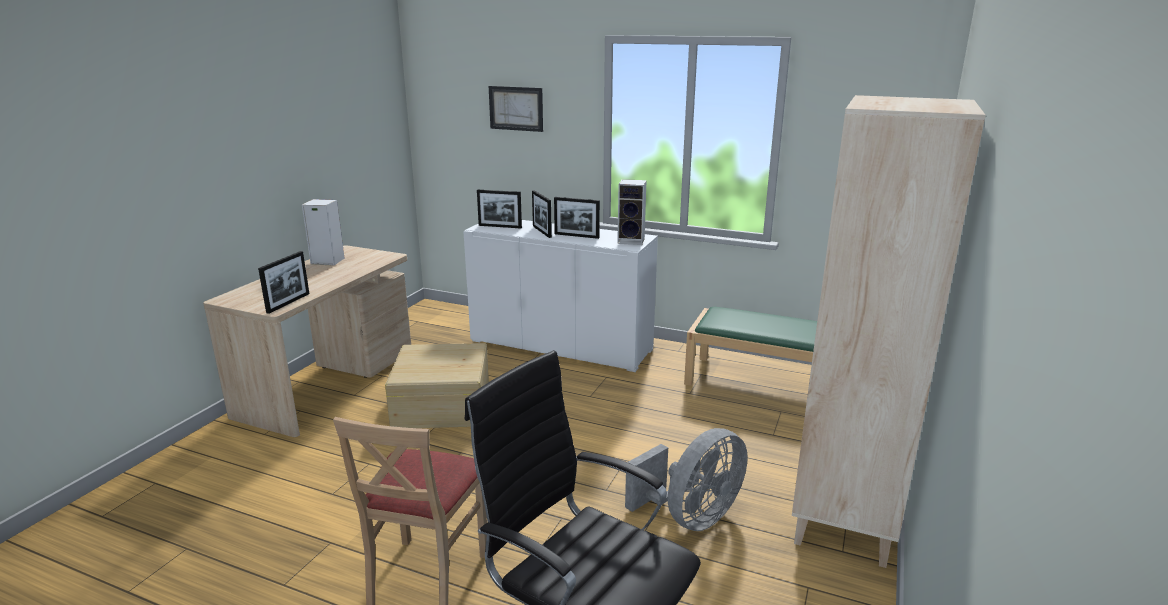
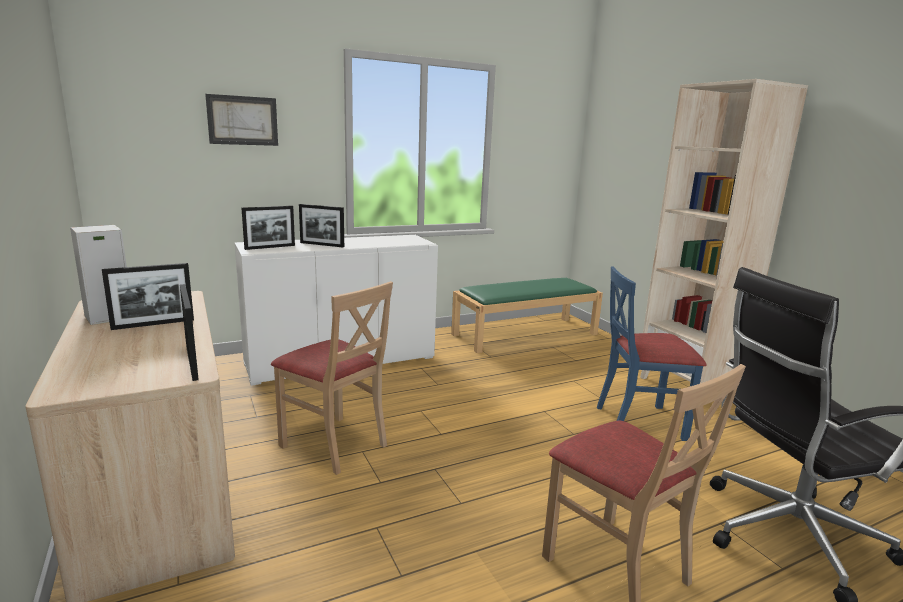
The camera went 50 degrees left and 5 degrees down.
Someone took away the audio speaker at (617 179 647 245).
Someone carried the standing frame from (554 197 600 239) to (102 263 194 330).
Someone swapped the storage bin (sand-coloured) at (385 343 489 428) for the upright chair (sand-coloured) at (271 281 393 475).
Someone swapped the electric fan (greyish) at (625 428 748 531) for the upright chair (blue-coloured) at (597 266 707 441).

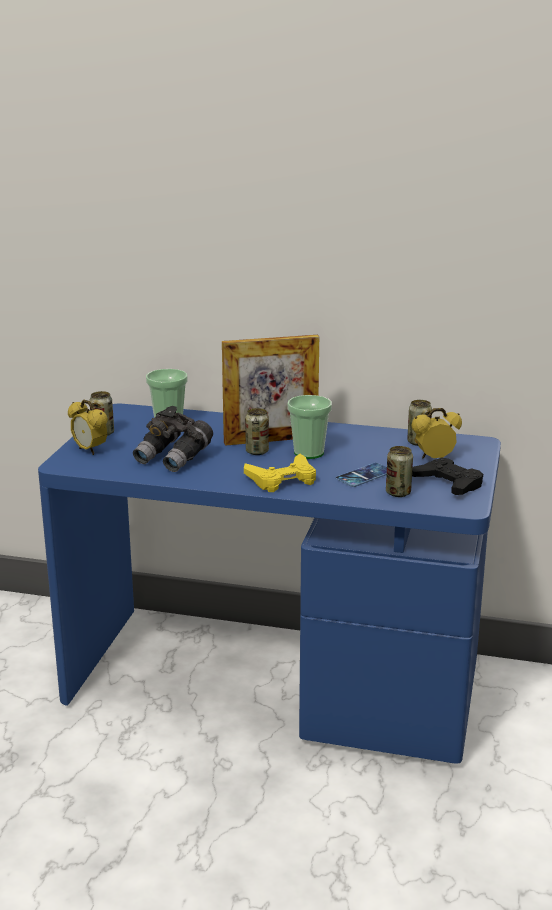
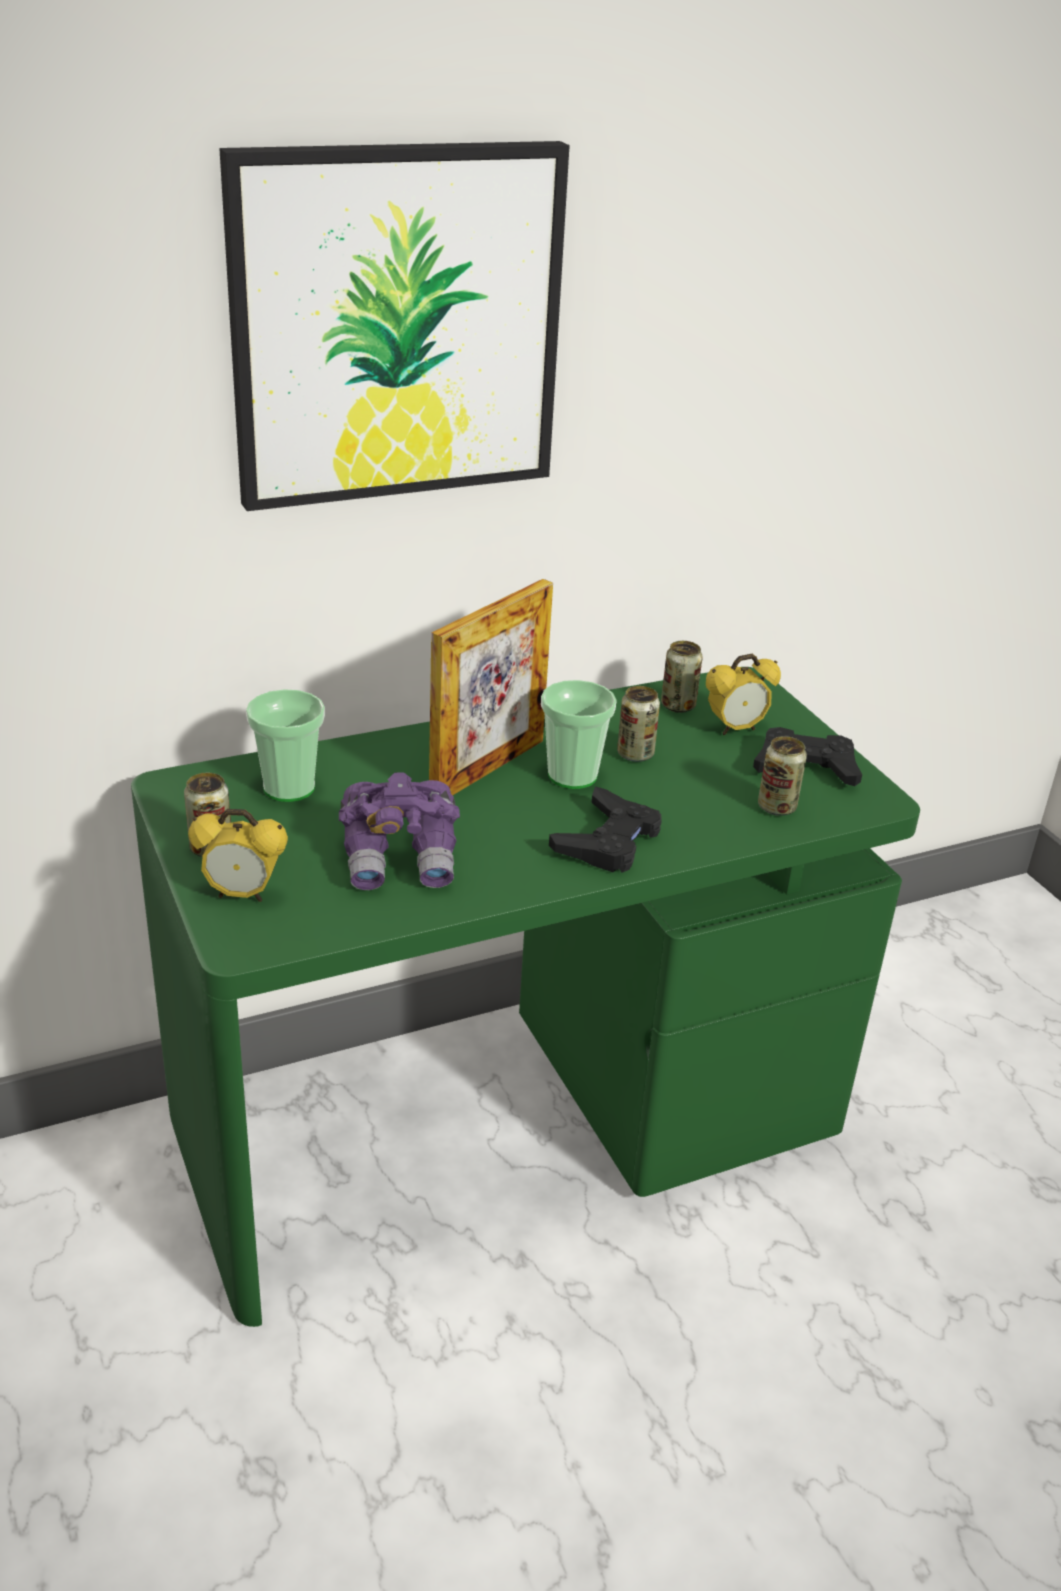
The camera went 40 degrees left and 10 degrees up.
Someone repainted the desk table (blue-coloured) at (38 403 501 764), which became the desk table (greenish) at (131 667 920 1327).
Someone repainted the field glasses (greyish) at (133 406 213 472), which became the field glasses (purplish) at (339 772 460 890).
Someone carried the sealed can from (245 408 269 455) to (617 686 660 762).
Someone rotated the alarm clock at (412 408 462 459) by 150 degrees counterclockwise.
Someone repainted the game controller (yellow) at (244 454 316 492), which became the game controller (blackish) at (549 786 662 873).
Someone took away the handset at (336 463 387 487).
Someone put up the wall art at (219 141 570 511).

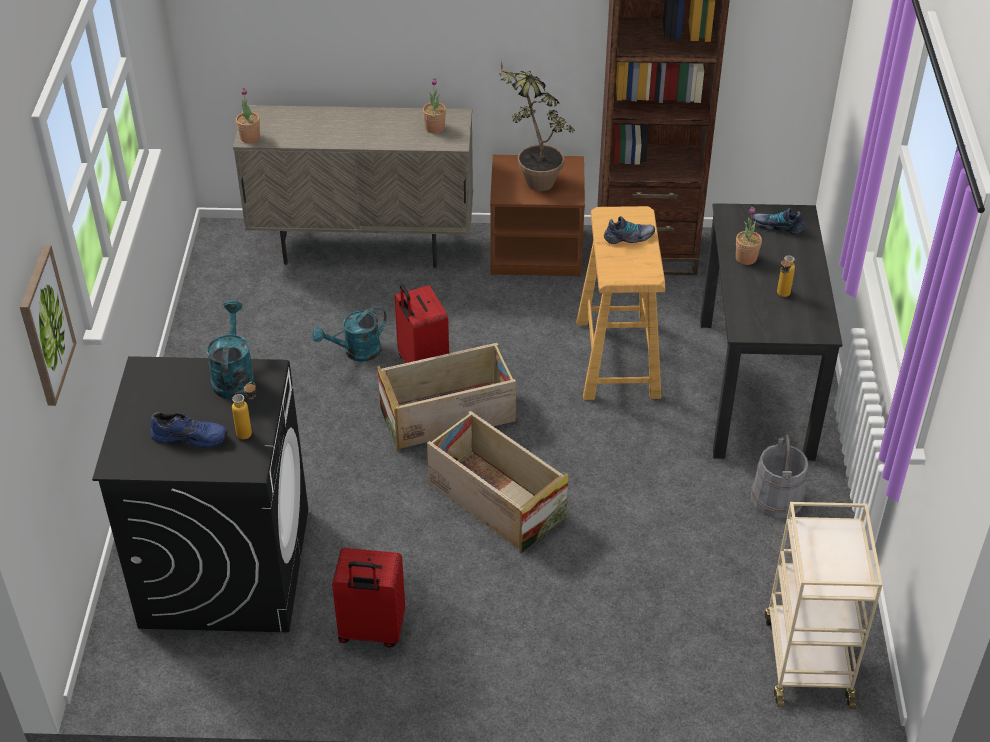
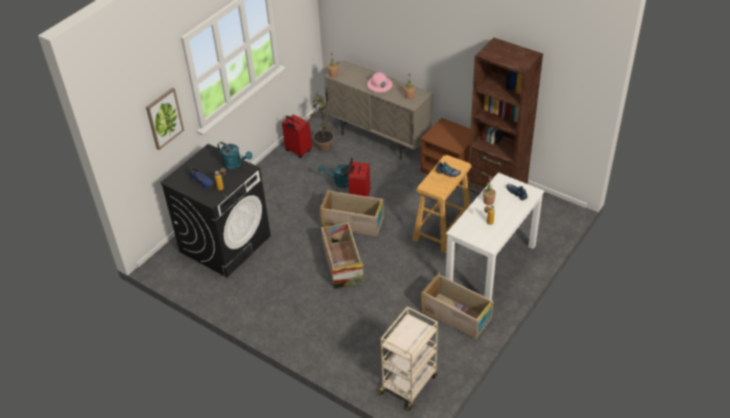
The camera went 35 degrees right and 0 degrees up.
Someone carried the plant in a pot from (499 60 575 191) to (310 89 334 151).
Someone repainted the desk table (blackish) at (700 203 843 461), which became the desk table (whitish) at (446 172 544 300).
Someone rotated the watering pot (turquoise-coloured) at (207 300 254 399) by 90 degrees clockwise.
Someone swapped the bucket (greyish) at (751 435 808 518) for the shipping crate at (421 273 493 339).
Someone carried the piece of luggage (red) from (332 548 405 648) to (282 114 312 158).
Someone put down the hard hat (pink) at (367 72 392 92).

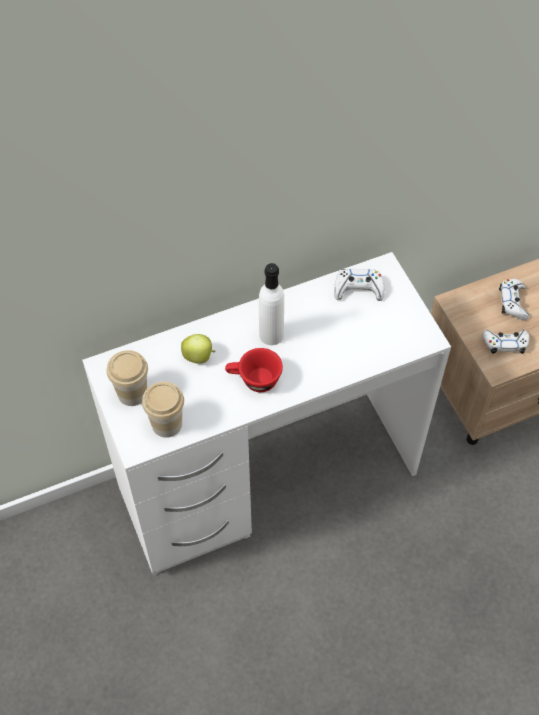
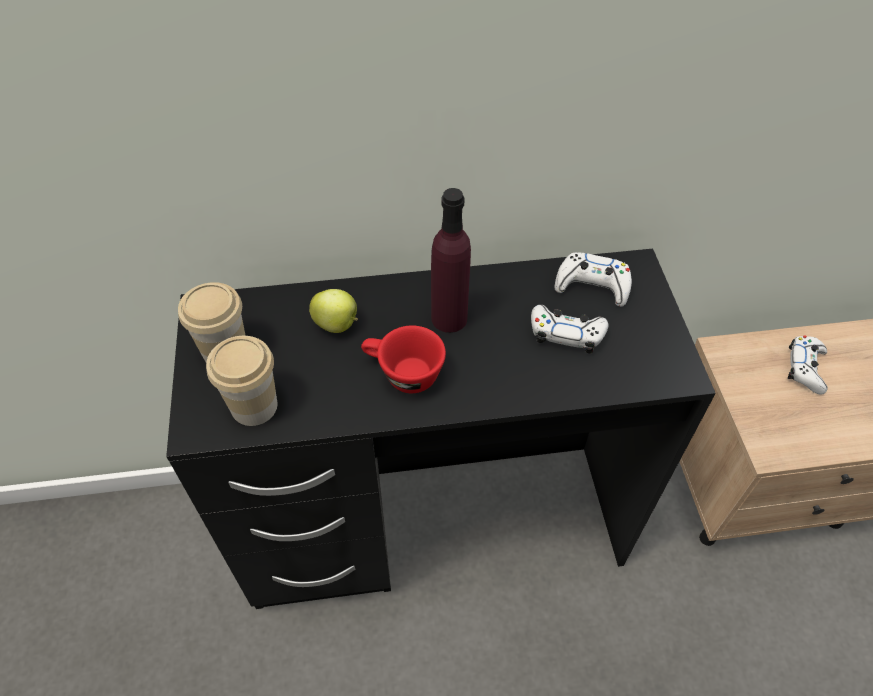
The camera went 15 degrees right and 5 degrees down.
Someone repainted the desk table (whitish) at (82 252 451 575), which became the desk table (blackish) at (166 249 716 609).
Someone repainted the drink bottle (whitish) at (259 263 284 345), which became the drink bottle (purplish) at (431 188 471 333).
Someone carried the game controller (whitish) from (482 330 529 354) to (531 305 609 354).

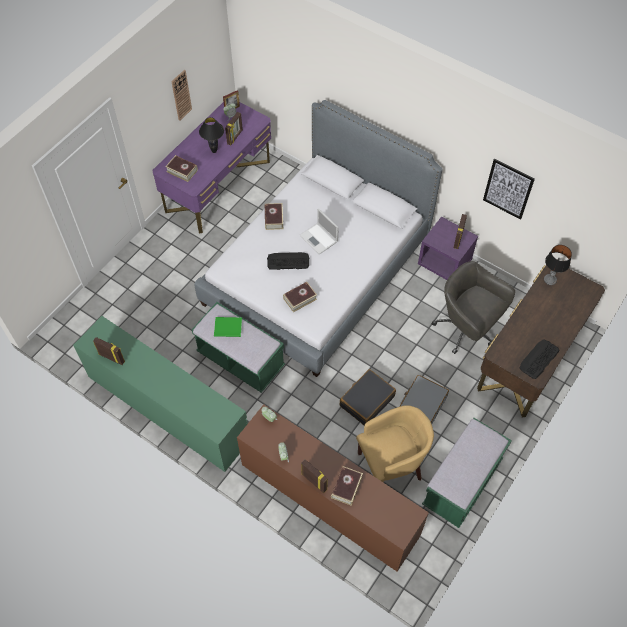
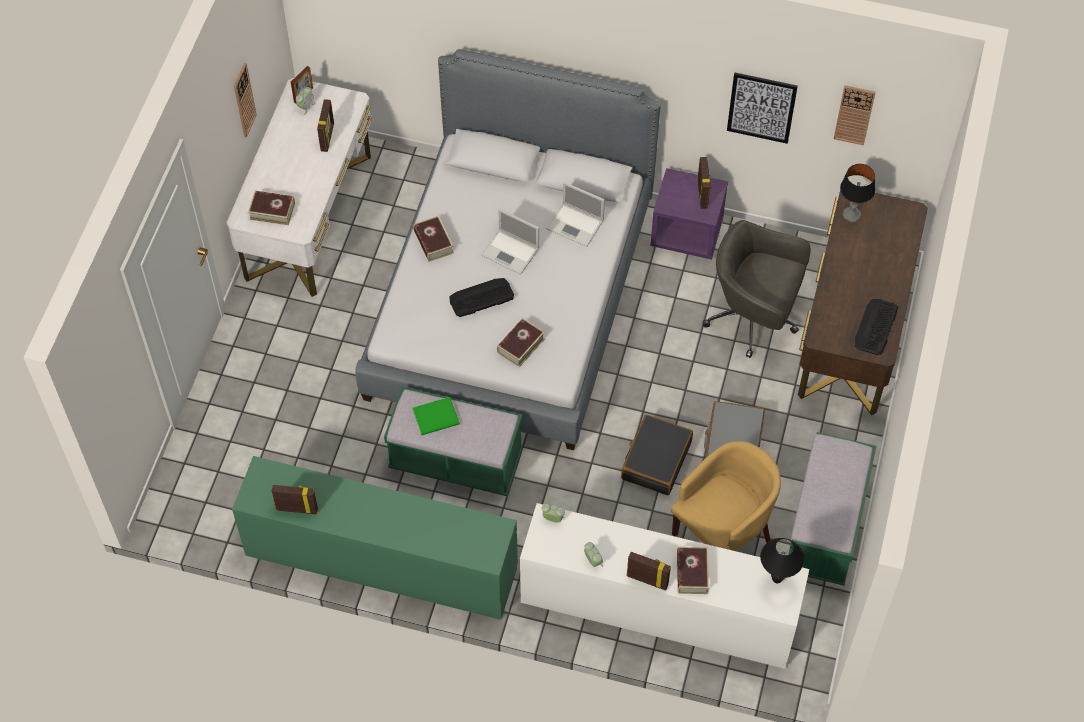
The camera went 20 degrees left and 0 degrees up.
Someone repainted the desk table (purplish) at (152 102 271 233), which became the desk table (whitish) at (227 78 372 297).
Someone carried the table lamp (blackish) from (199 117 224 153) to (760 538 804 584).
Someone repainted the drawer chest (brownish) at (237 404 429 572), which became the drawer chest (whitish) at (520 503 809 669).
Someone put up the wall clock at (834 85 876 145).
Someone put down the laptop at (547 182 605 247).

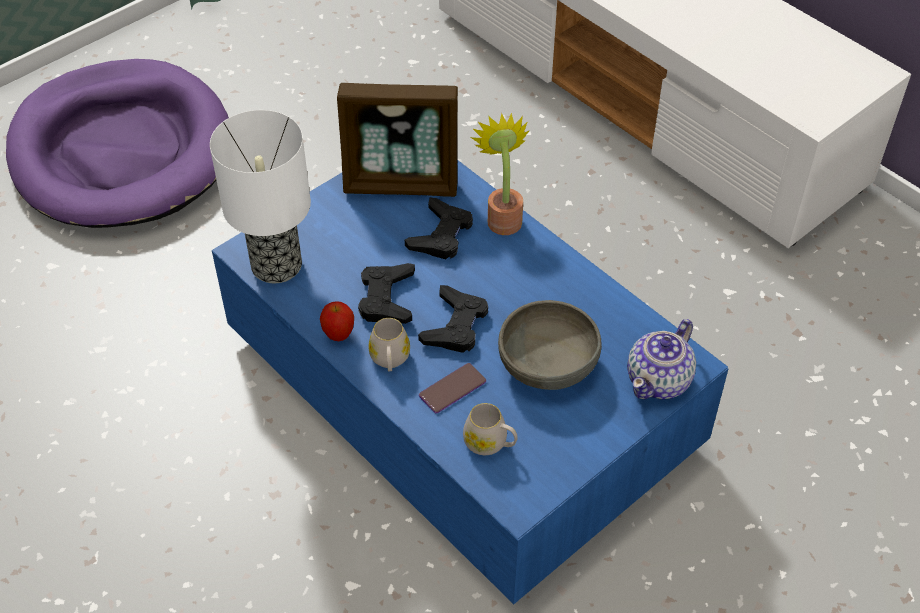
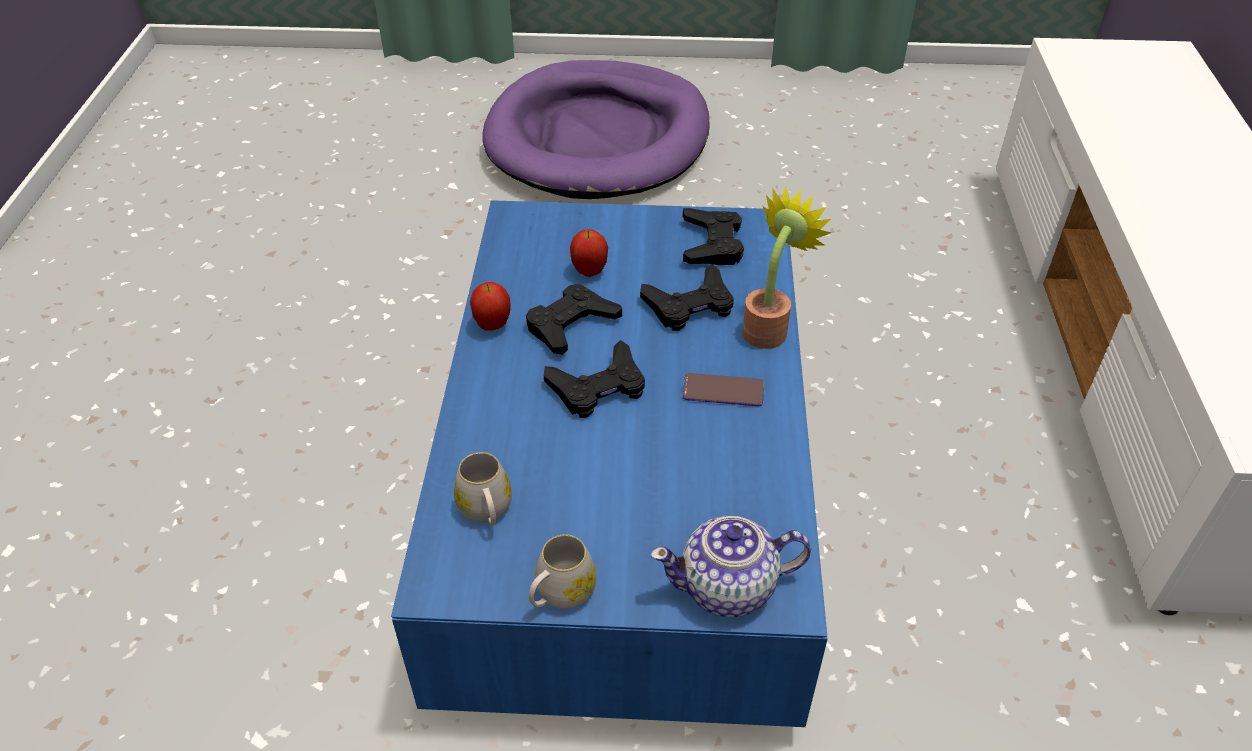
The camera went 45 degrees right and 5 degrees down.
Someone swapped the standing frame at (337 83 458 197) for the game controller (blackish) at (683 208 744 265).
Someone took away the table lamp at (210 110 311 283).
Someone took away the deep dish (greyish) at (498 300 602 390).
Someone carried the tea mug (whitish) from (368 318 410 371) to (529 534 597 609).
Someone carried the handset from (419 363 486 413) to (683 373 764 406).
Someone put down the whole apple at (570 229 608 277).

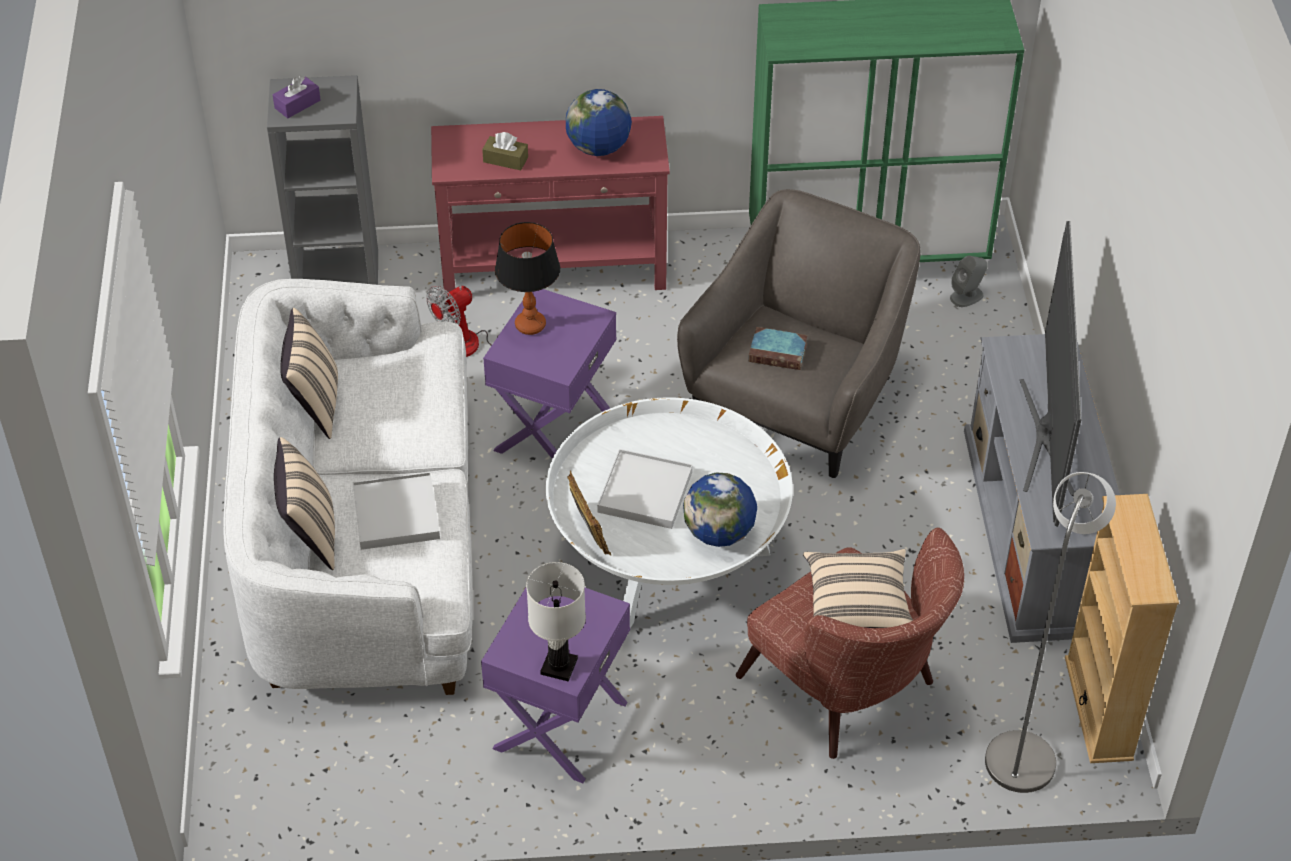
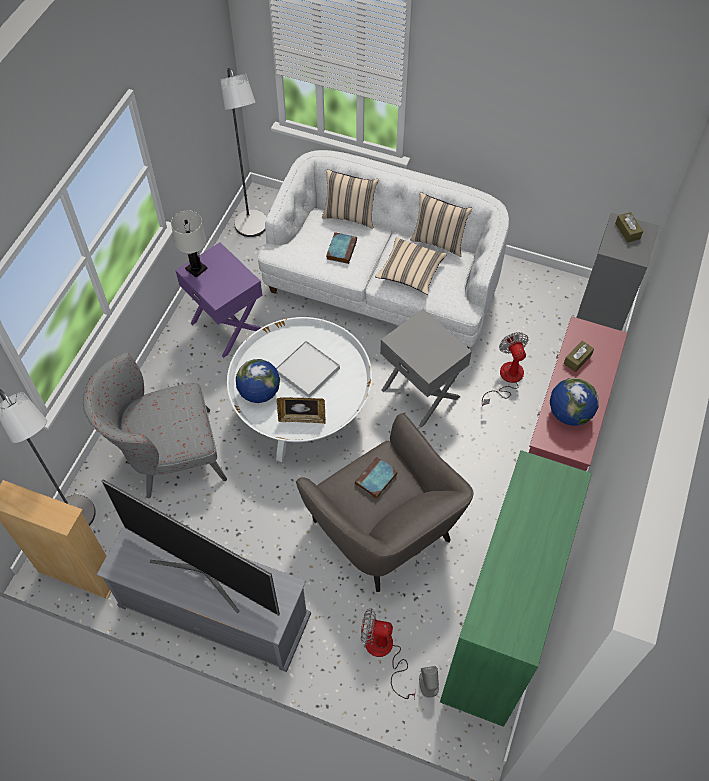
The camera went 115 degrees right and 10 degrees up.
Someone repainted the tissue box (purplish) at (273 76 321 118), which became the tissue box (brownish) at (615 212 643 243).
Someone took away the table lamp at (495 222 560 335).
Someone repainted the accent table (purplish) at (483 289 616 459), which became the accent table (greyish) at (380 309 472 428).
Someone carried the standing frame from (567 470 611 556) to (277 397 326 424).
Someone swapped the tray (whitish) at (353 472 440 550) for the book at (326 232 357 264).
Someone repainted the lounge chair (brownish) at (736 527 964 759), which became the lounge chair (greyish) at (83 352 227 498).
Someone carried the cushion (sand-coloured) from (803 549 913 628) to (375 238 447 295).
Someone put down the floor lamp (greyish) at (220 68 267 237).
Someone put down the electric fan at (361 608 416 699).

